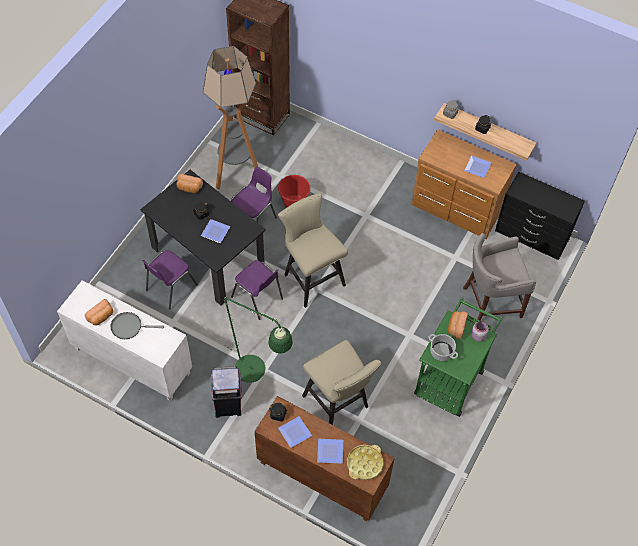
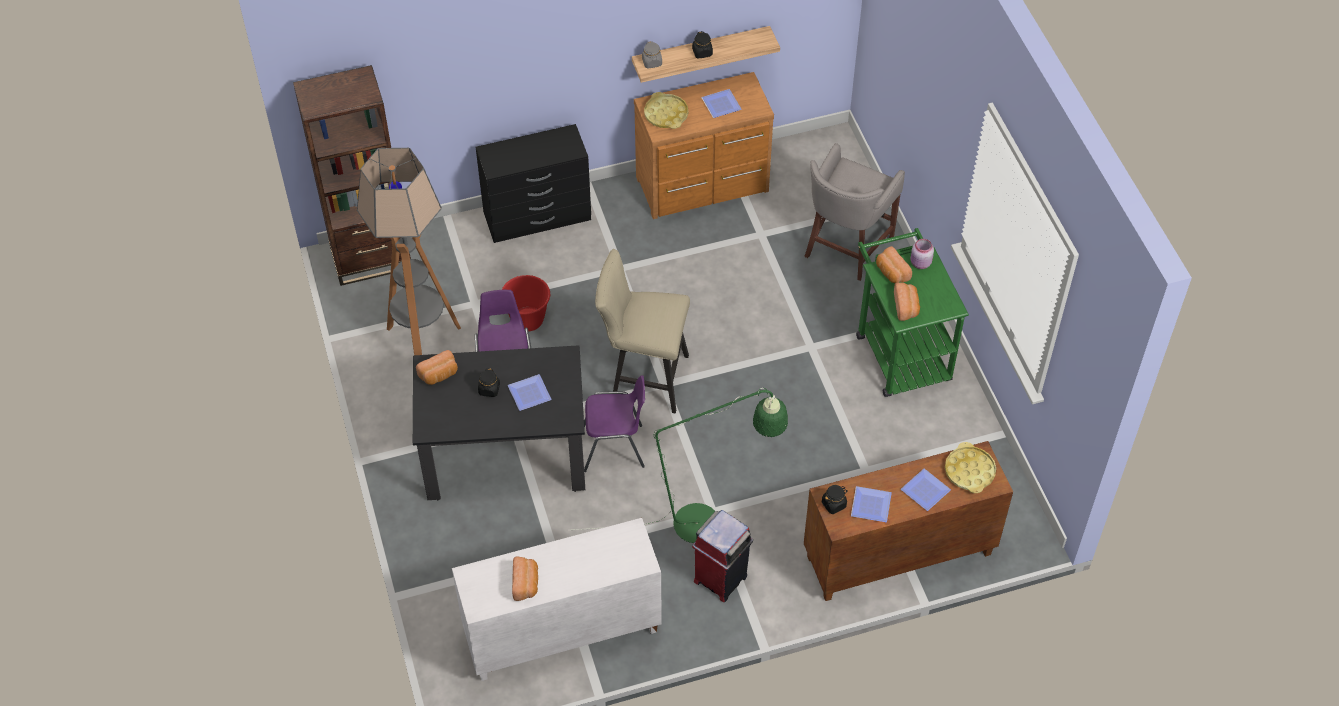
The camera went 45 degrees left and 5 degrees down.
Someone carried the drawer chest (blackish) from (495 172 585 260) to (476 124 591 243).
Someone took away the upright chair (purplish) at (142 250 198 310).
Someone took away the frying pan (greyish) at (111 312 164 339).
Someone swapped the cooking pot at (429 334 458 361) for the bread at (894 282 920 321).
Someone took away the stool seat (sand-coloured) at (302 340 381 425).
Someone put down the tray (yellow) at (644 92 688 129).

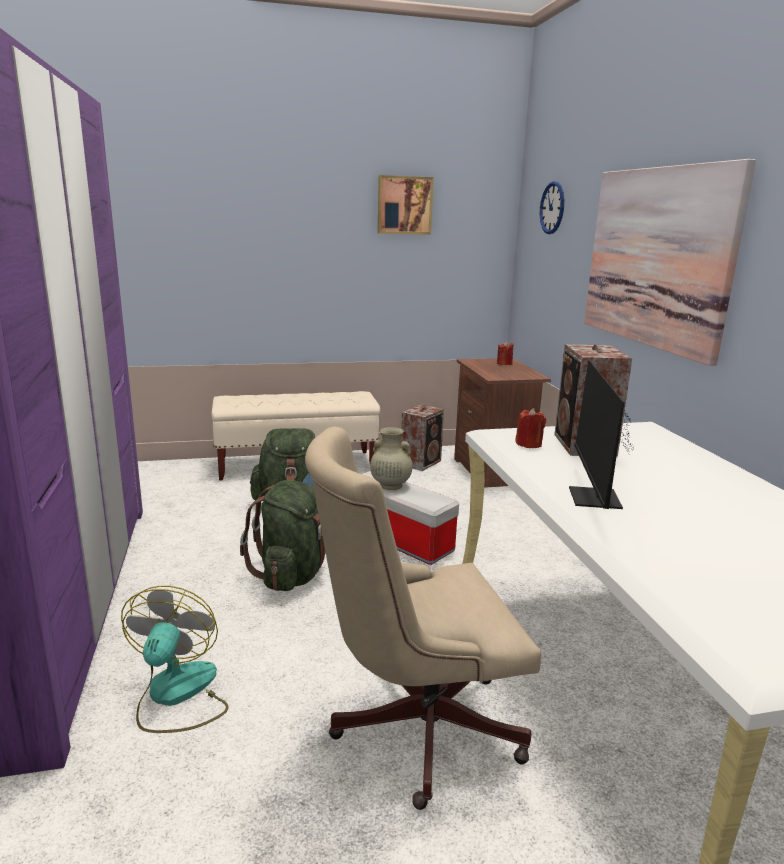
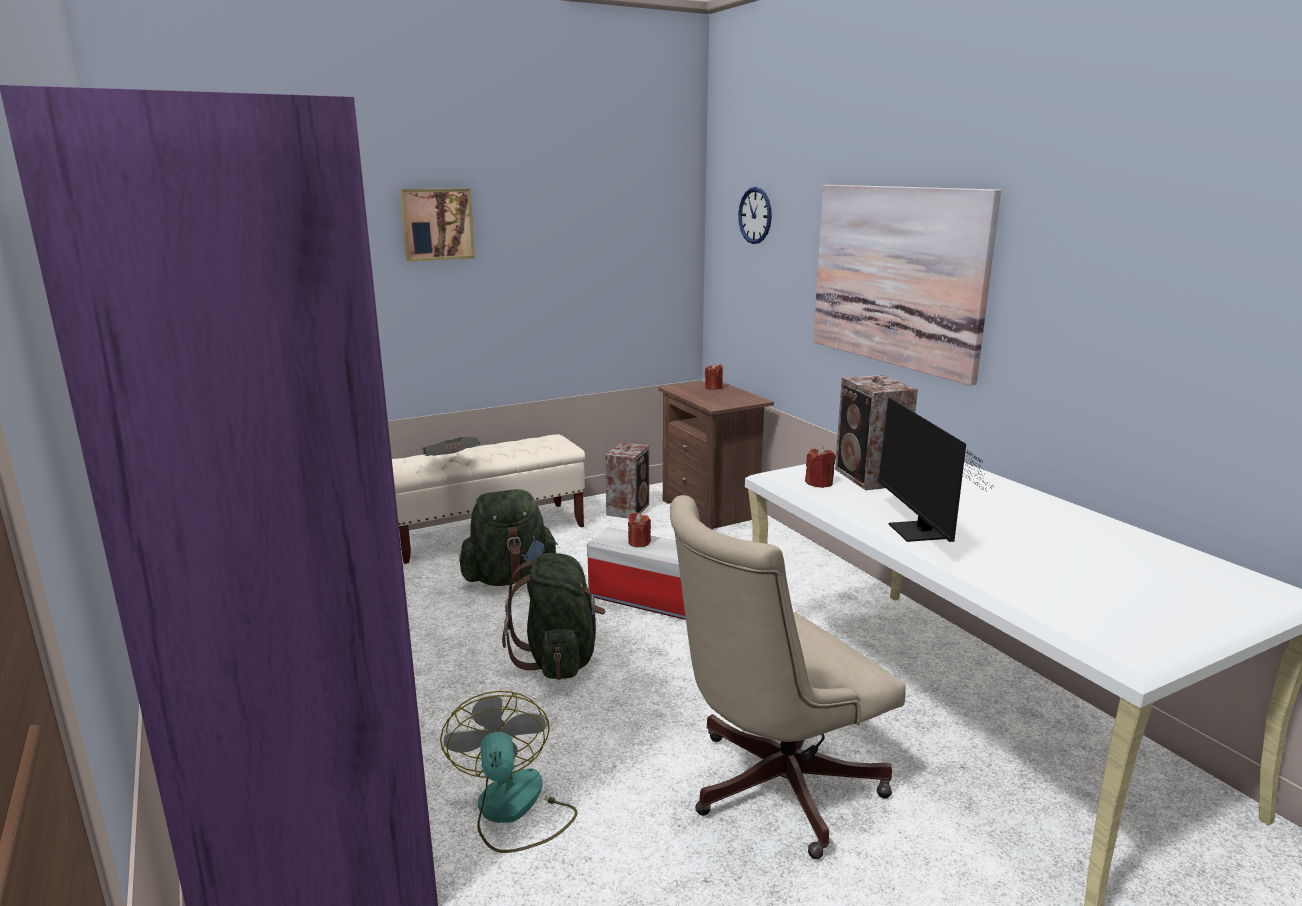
The camera went 15 degrees left and 0 degrees up.
Someone carried the wall art from (378 175 434 235) to (400 188 475 262).
Someone swapped the flower vase (sand-coloured) at (370 427 412 490) for the candle (red) at (628 512 651 547).
Someone put down the printed paper at (422 437 480 456).

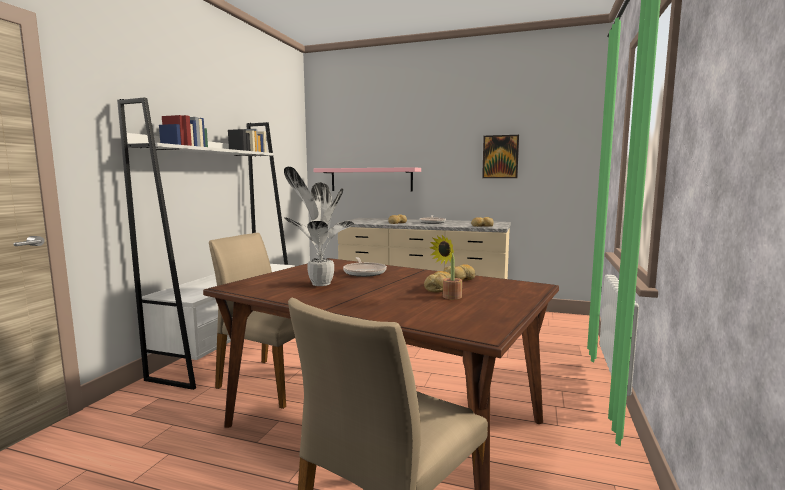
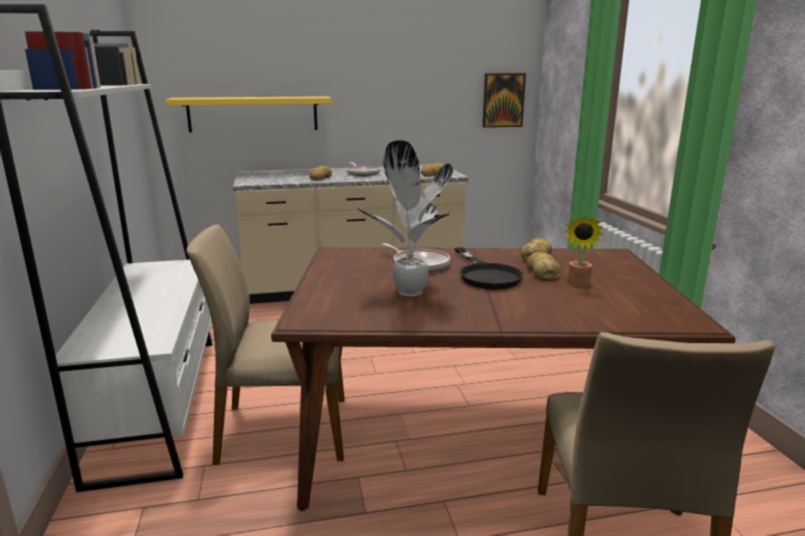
The camera went 30 degrees left and 10 degrees up.
Someone carried the wall art from (482 135 519 178) to (482 73 526 128).
Someone repainted the shelf (pink) at (314 167 421 192), which became the shelf (yellow) at (165 96 332 133).
Someone put down the frying pan (blackish) at (455 247 523 290).

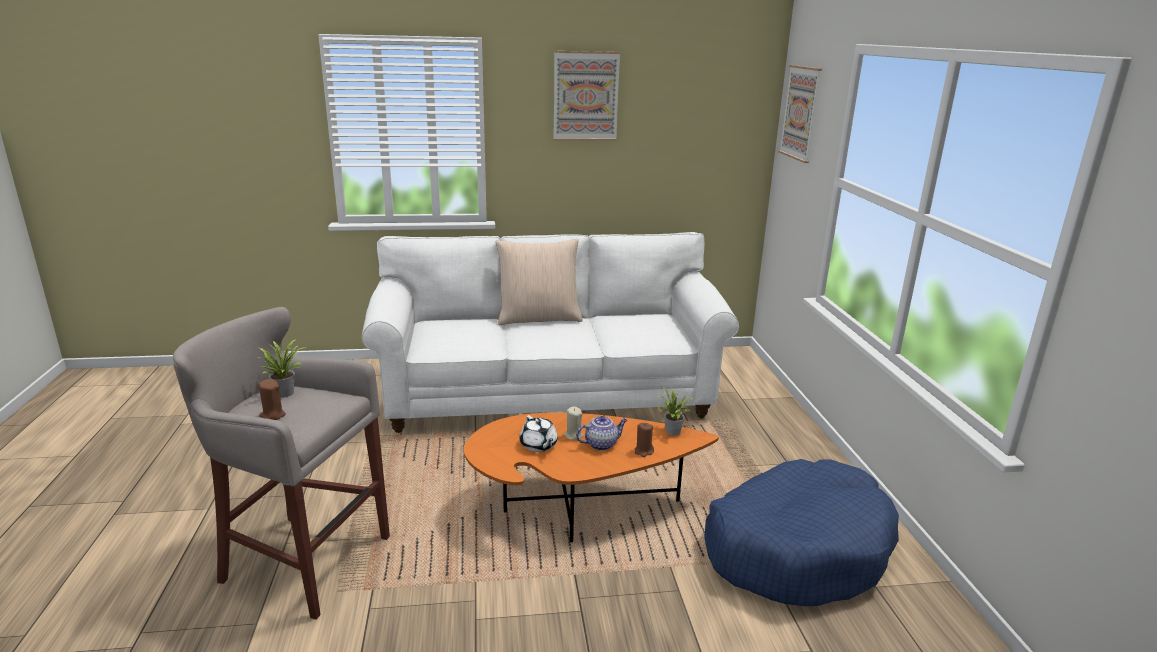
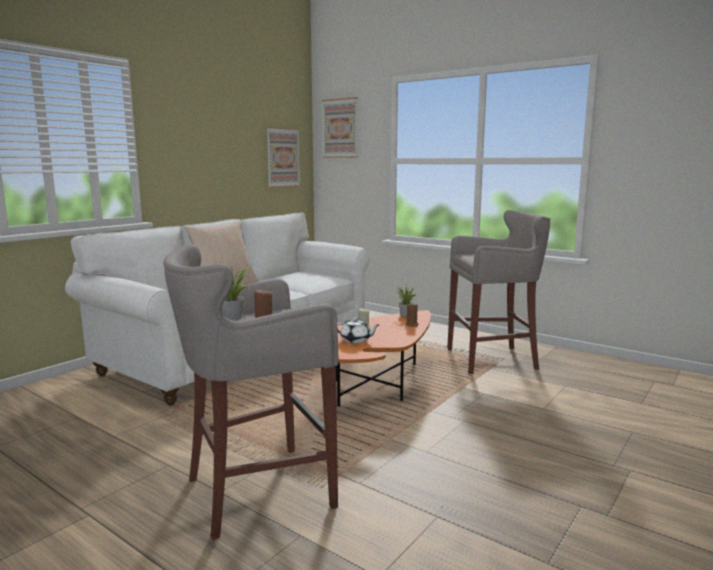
The camera went 45 degrees left and 10 degrees down.
Someone carried the wall art from (553 51 620 141) to (266 127 301 188).
Someone took away the tea pot at (576 416 627 451).
Someone swapped the dog bed (blue-coloured) at (704 459 899 606) for the stool seat (greyish) at (447 210 551 374).

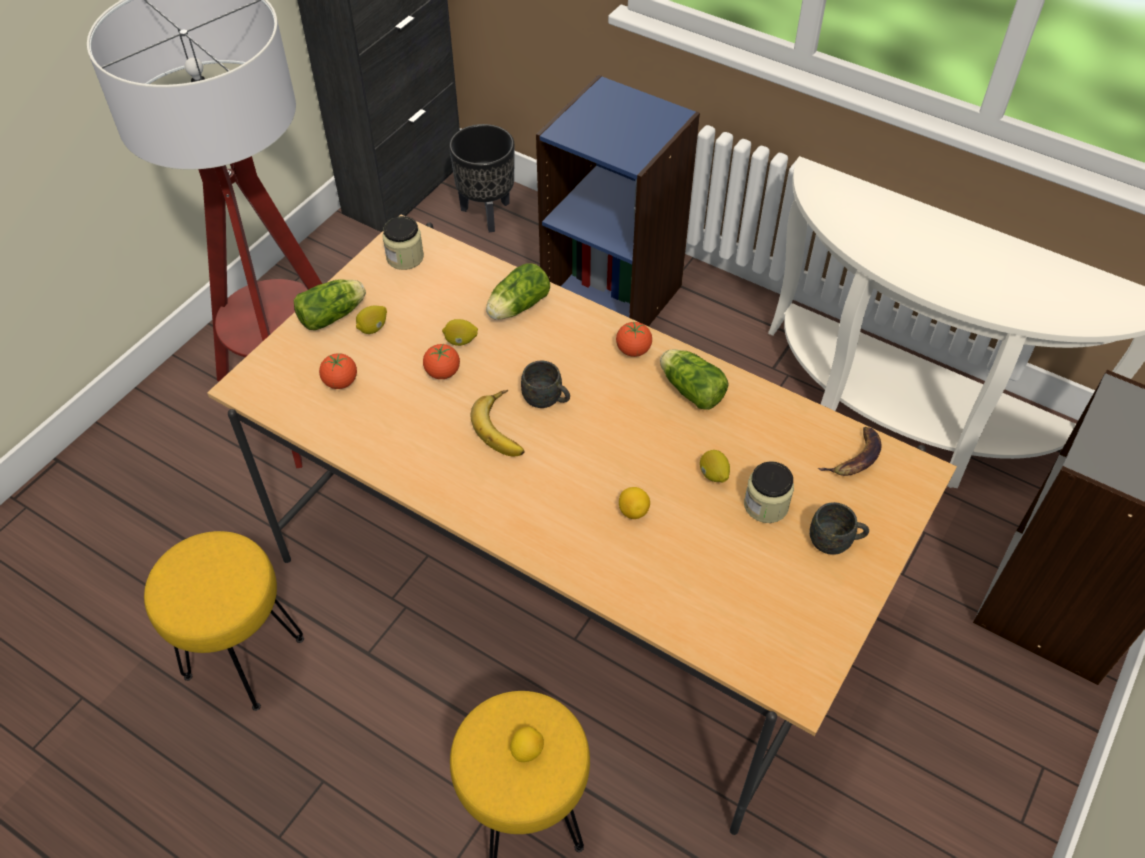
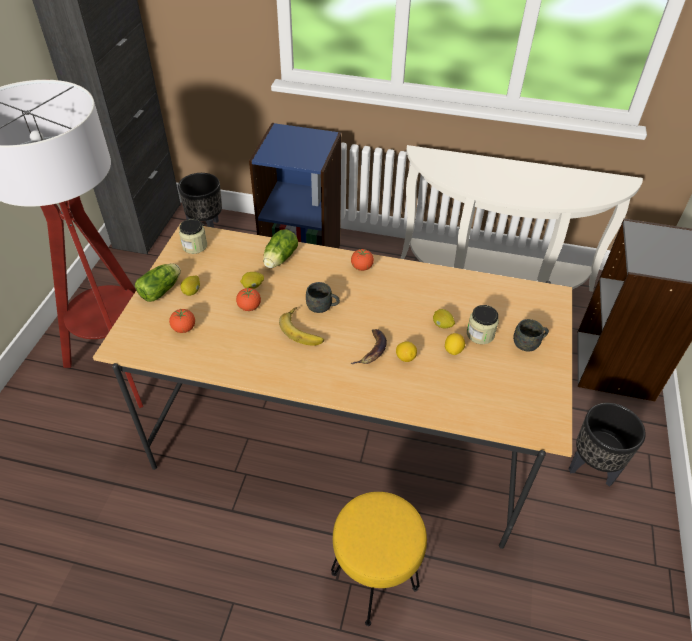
The camera went 20 degrees left and 5 degrees down.
Someone took away the lettuce at (660 349 729 410).
Someone carried the banana fruit from (818 426 881 476) to (351 329 387 364).
Someone took away the stool seat (yellow) at (144 531 304 711).
Someone carried the citrus fruit from (510 727 544 762) to (445 333 465 355).
Someone put down the plant pot (blackish) at (569 403 646 487).

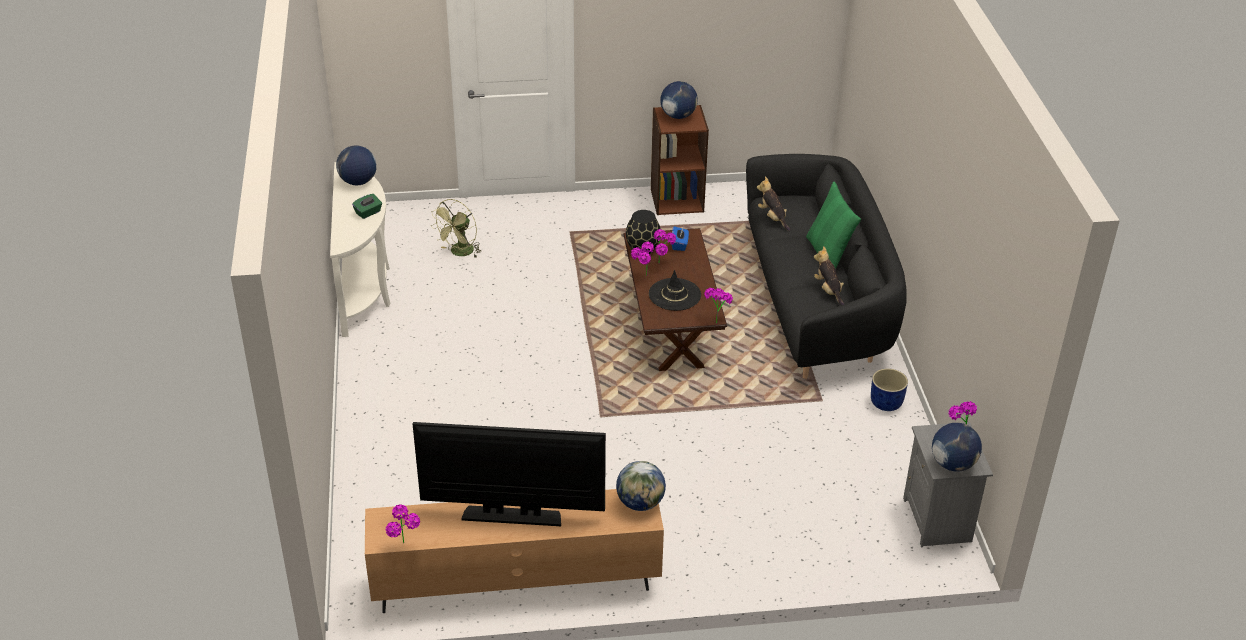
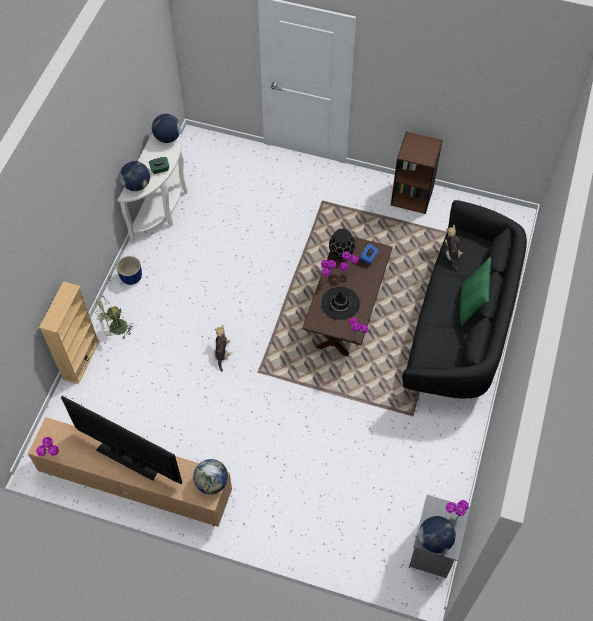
The camera went 25 degrees right and 20 degrees up.
Someone carried the world globe from (660 81 698 119) to (120 161 150 191).
Someone carried the electric fan (greenish) from (431 199 480 258) to (93 296 134 339).
Someone carried the cuddly toy from (814 246 844 305) to (214 325 231 372).
Someone carried the plant pot (blue-coloured) from (871 368 908 411) to (116 256 142 285).
Someone put down the bookcase (sand-coloured) at (39 281 100 384).

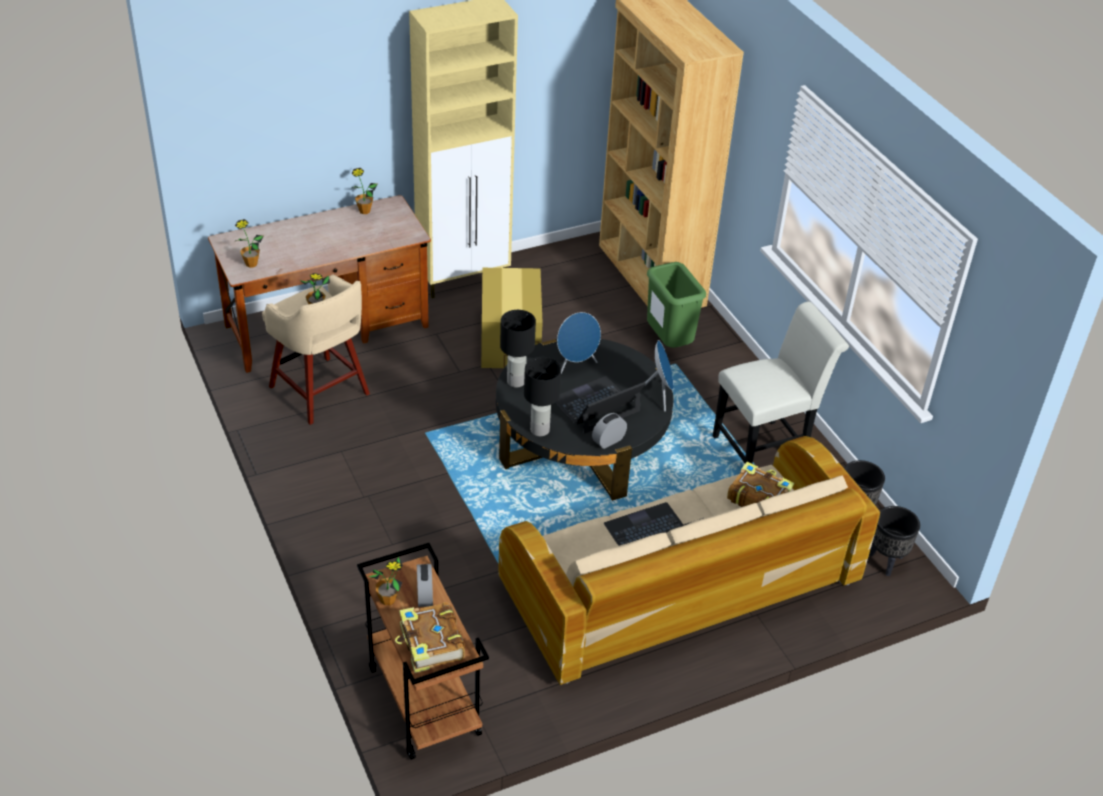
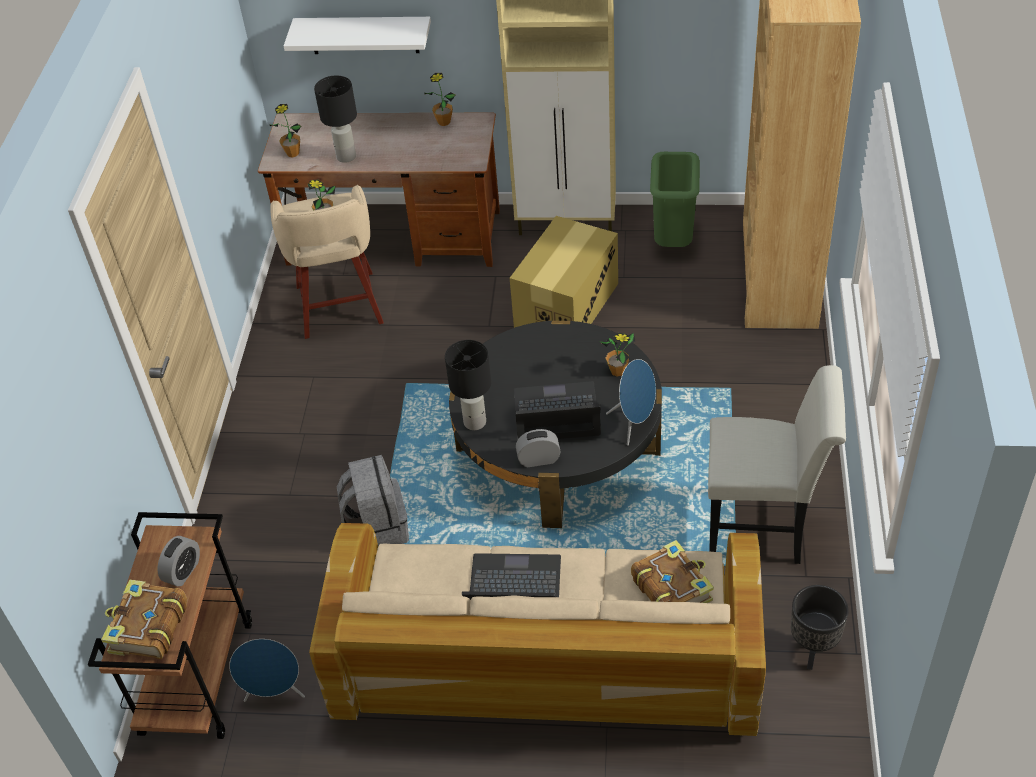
The camera went 35 degrees right and 5 degrees up.
Someone carried the waste bin (greenish) from (647 262 706 348) to (650 152 700 247).
Someone carried the table lamp (blackish) from (500 310 536 388) to (314 76 357 163).
Someone carried the audio speaker (blue-coloured) from (557 312 601 373) to (229 639 305 702).
Someone took away the plant pot (blackish) at (869 506 920 576).
Someone carried the plant in a pot from (368 557 403 605) to (599 333 636 377).
Someone put up the shelf (whitish) at (284 17 431 54).
Someone put down the rucksack (greyish) at (337 455 409 546).

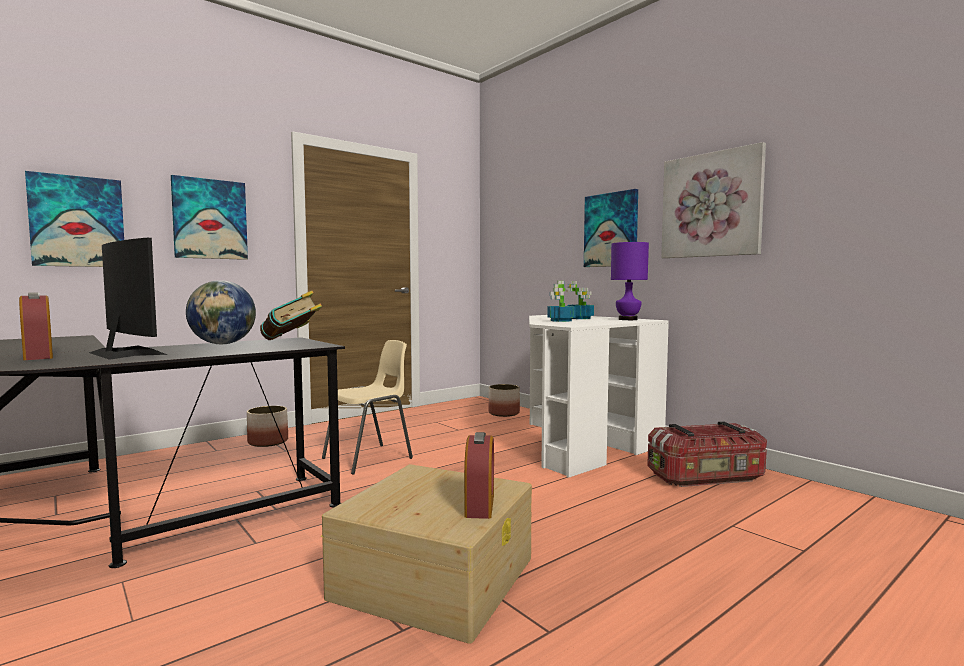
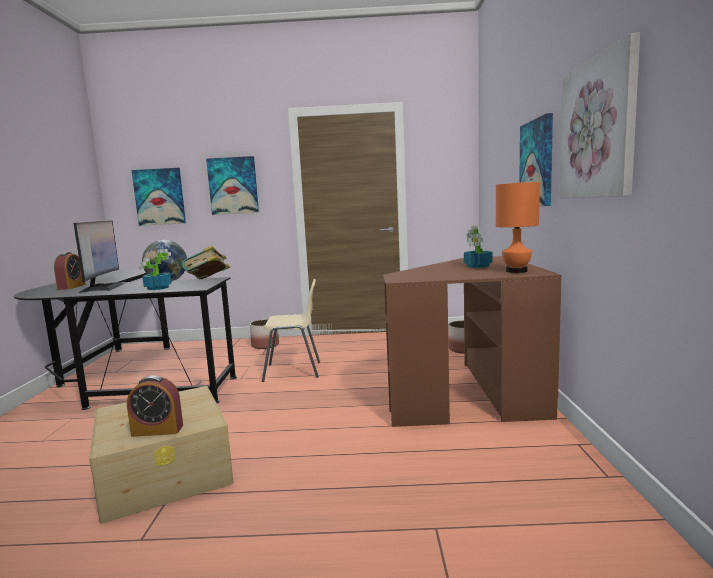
The camera went 40 degrees right and 5 degrees up.
Someone repainted the table lamp (purplish) at (611 242 649 320), which became the table lamp (orange-coloured) at (496 182 540 273).
Someone carried the plant in a pot from (547 281 576 322) to (139 249 171 290).
Someone repainted the desk table (whitish) at (529 315 669 478), which became the desk table (brownish) at (383 256 561 427).
Someone took away the storage bin at (647 421 767 487).
Someone rotated the alarm clock at (464 432 494 519) by 45 degrees clockwise.

